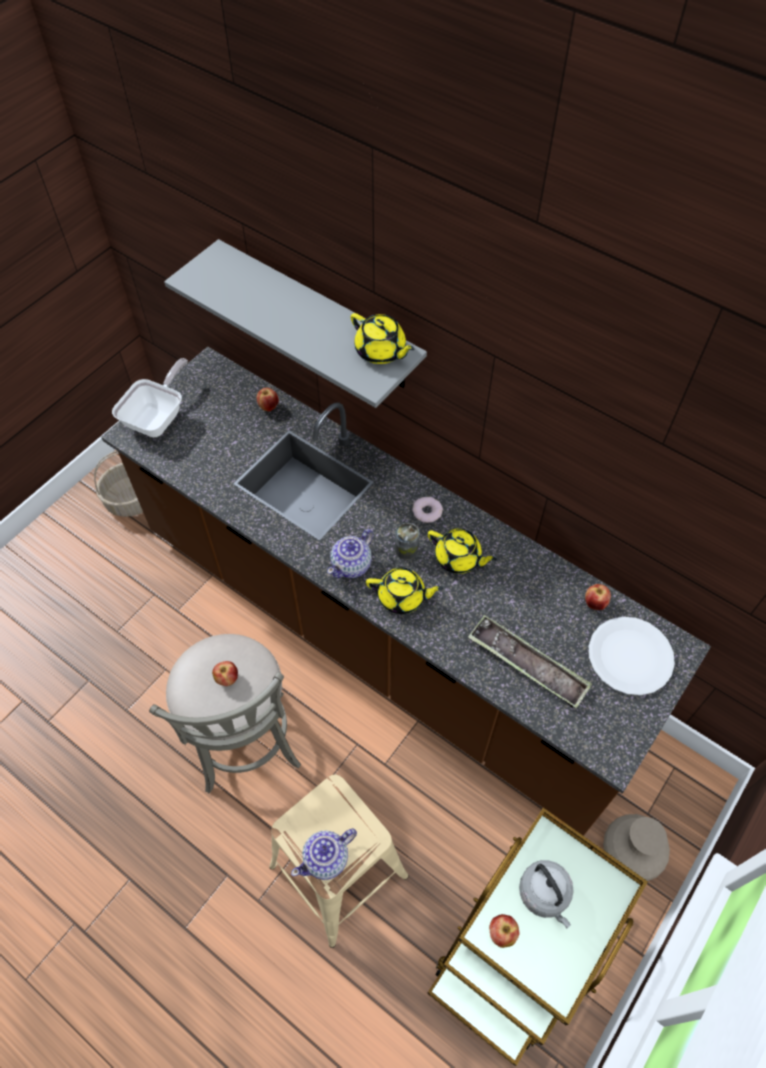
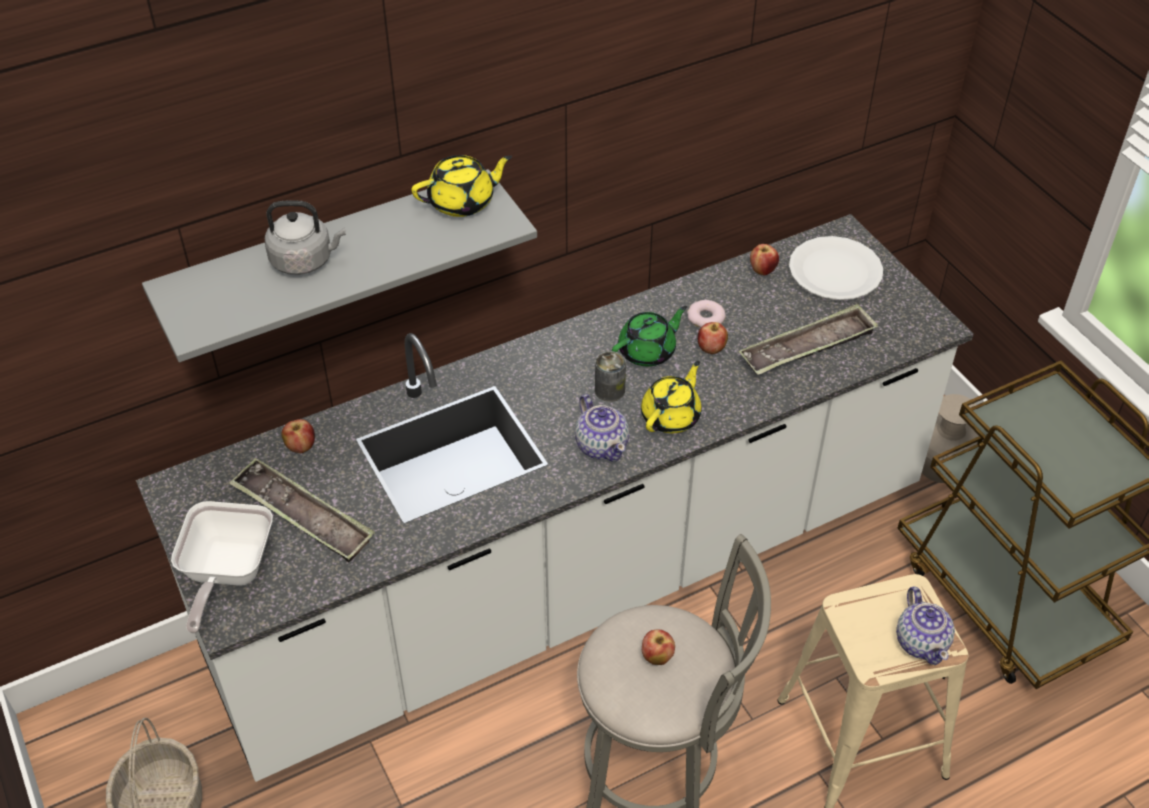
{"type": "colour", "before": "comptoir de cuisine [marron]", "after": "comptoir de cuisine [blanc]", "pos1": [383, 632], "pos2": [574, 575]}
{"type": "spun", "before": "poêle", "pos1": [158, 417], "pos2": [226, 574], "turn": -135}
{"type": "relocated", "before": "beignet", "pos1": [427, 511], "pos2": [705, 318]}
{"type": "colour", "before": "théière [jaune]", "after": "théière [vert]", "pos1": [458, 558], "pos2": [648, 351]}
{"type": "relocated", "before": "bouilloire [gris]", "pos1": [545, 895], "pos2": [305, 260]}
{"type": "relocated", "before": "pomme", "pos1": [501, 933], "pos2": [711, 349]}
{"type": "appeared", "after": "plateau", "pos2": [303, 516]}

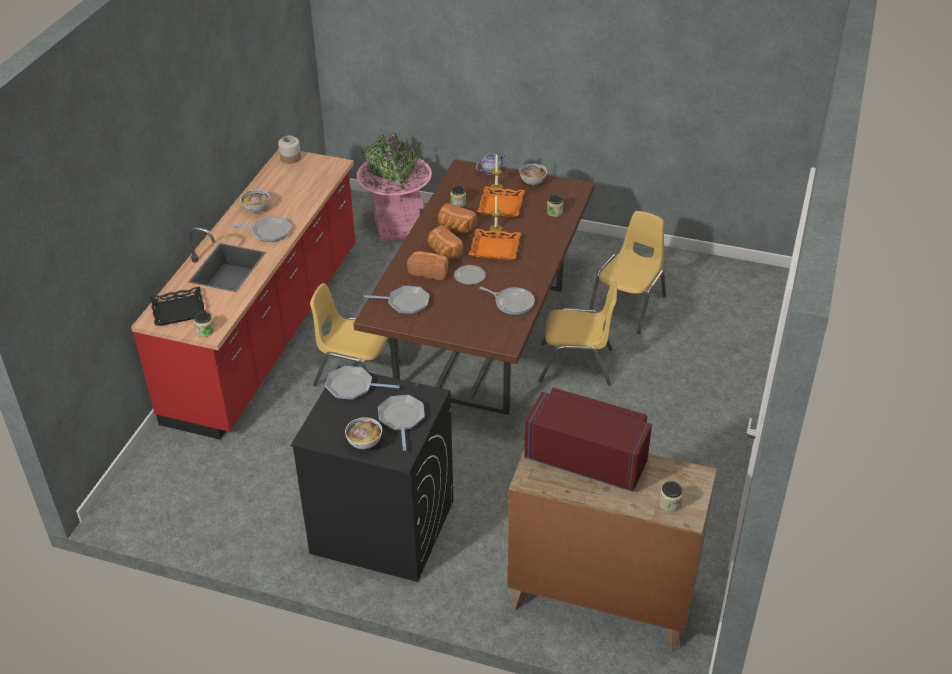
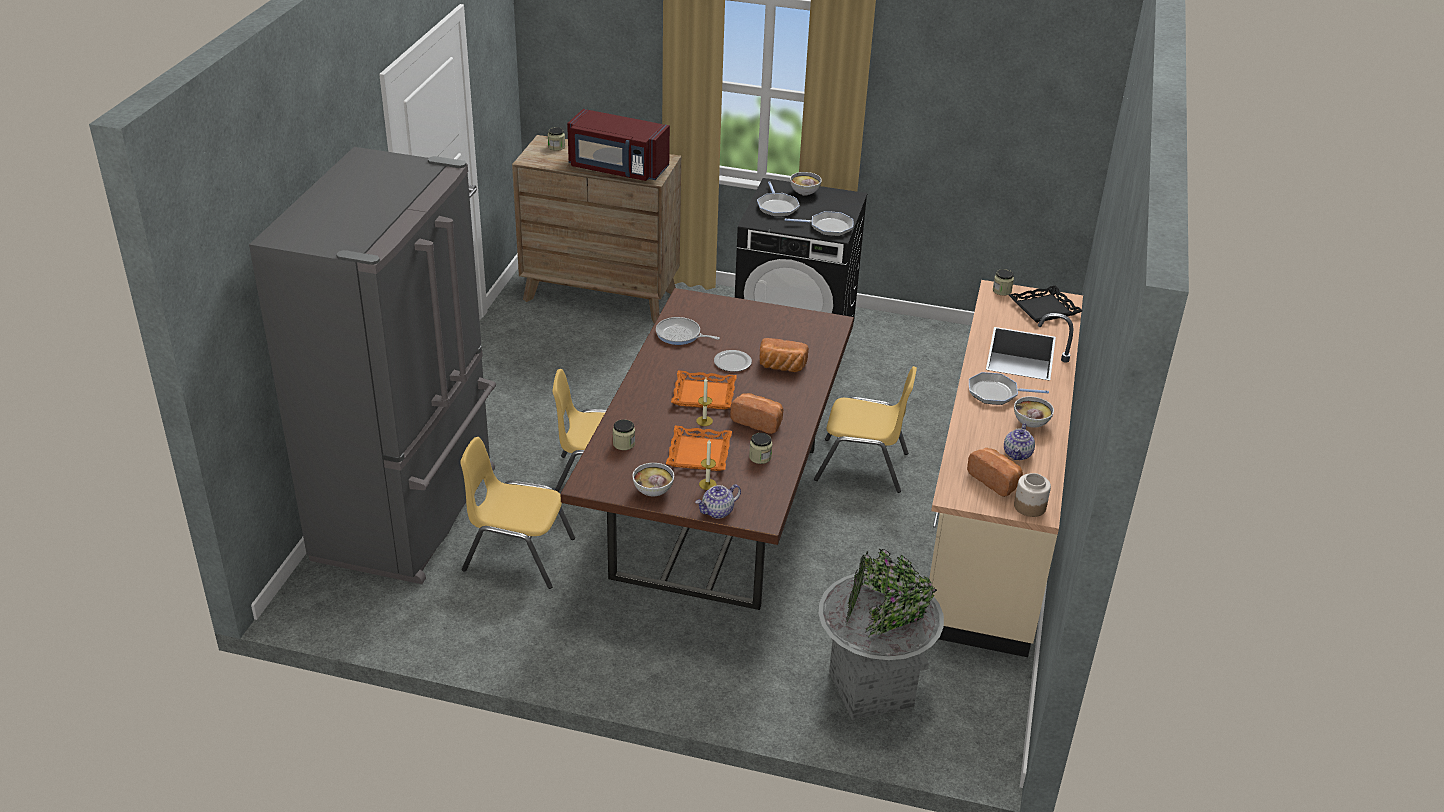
{"type": "colour", "before": "cache-pot [rose]", "after": "cache-pot [gris]", "pos1": [397, 227], "pos2": [870, 689]}
{"type": "colour", "before": "comptoir de cuisine [rouge]", "after": "comptoir de cuisine [beige]", "pos1": [267, 332], "pos2": [992, 514]}
{"type": "spun", "before": "chaise [jaune]", "pos1": [628, 306], "pos2": [518, 555], "turn": 75}
{"type": "relocated", "before": "pain", "pos1": [443, 252], "pos2": [995, 480]}
{"type": "missing", "before": "poêle", "pos1": [406, 303]}
{"type": "appeared", "after": "réfrigérateur [gris]", "pos2": [410, 513]}
{"type": "appeared", "after": "théière", "pos2": [1018, 454]}

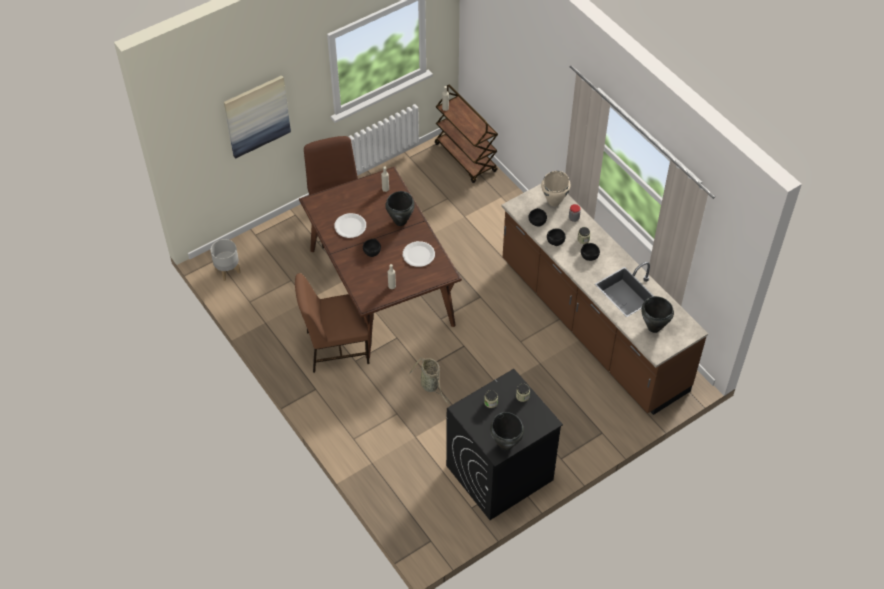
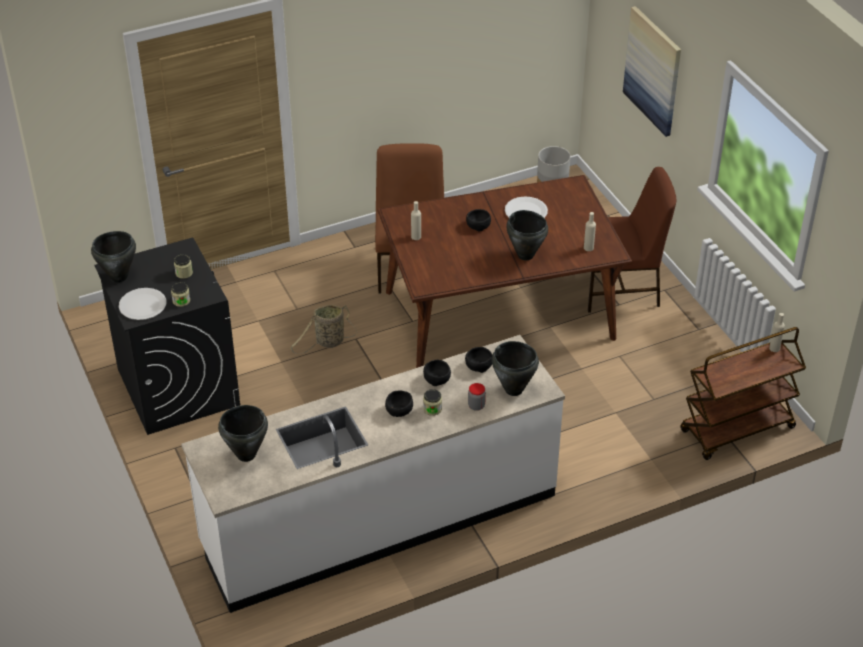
{"type": "colour", "before": "marmite [beige]", "after": "marmite [noir]", "pos1": [554, 202], "pos2": [514, 390]}
{"type": "colour", "before": "comptoir de cuisine [marron]", "after": "comptoir de cuisine [blanc]", "pos1": [591, 326], "pos2": [379, 520]}
{"type": "relocated", "before": "assiette [blanc]", "pos1": [418, 255], "pos2": [142, 305]}

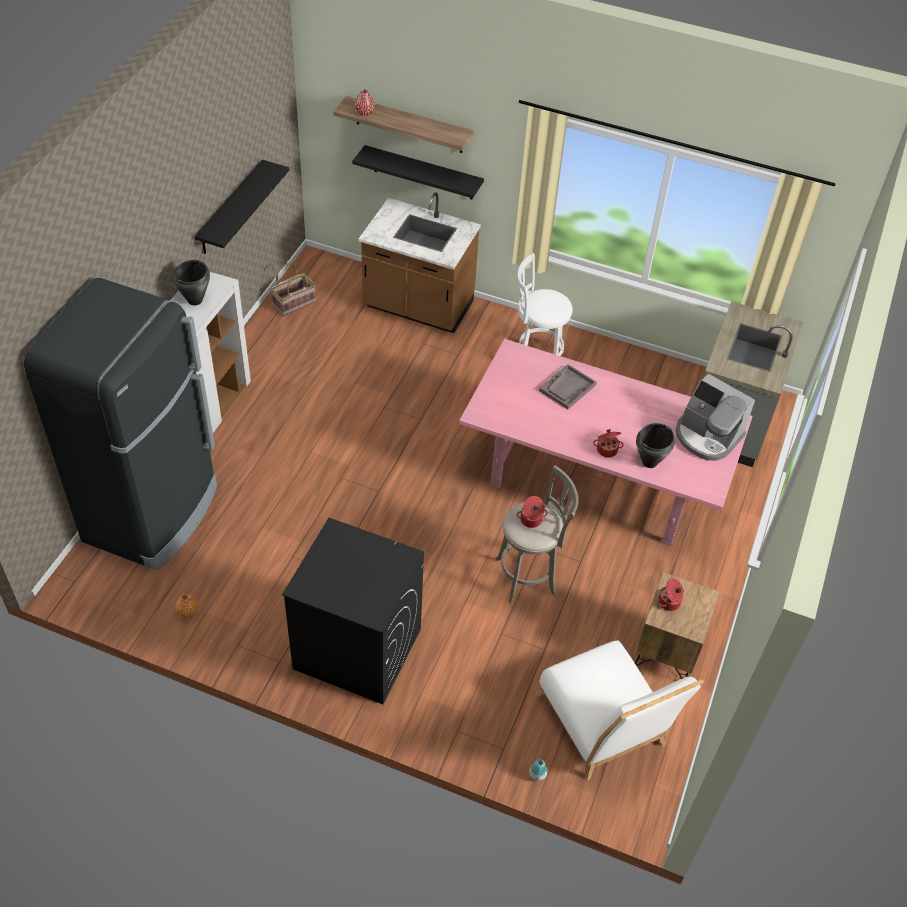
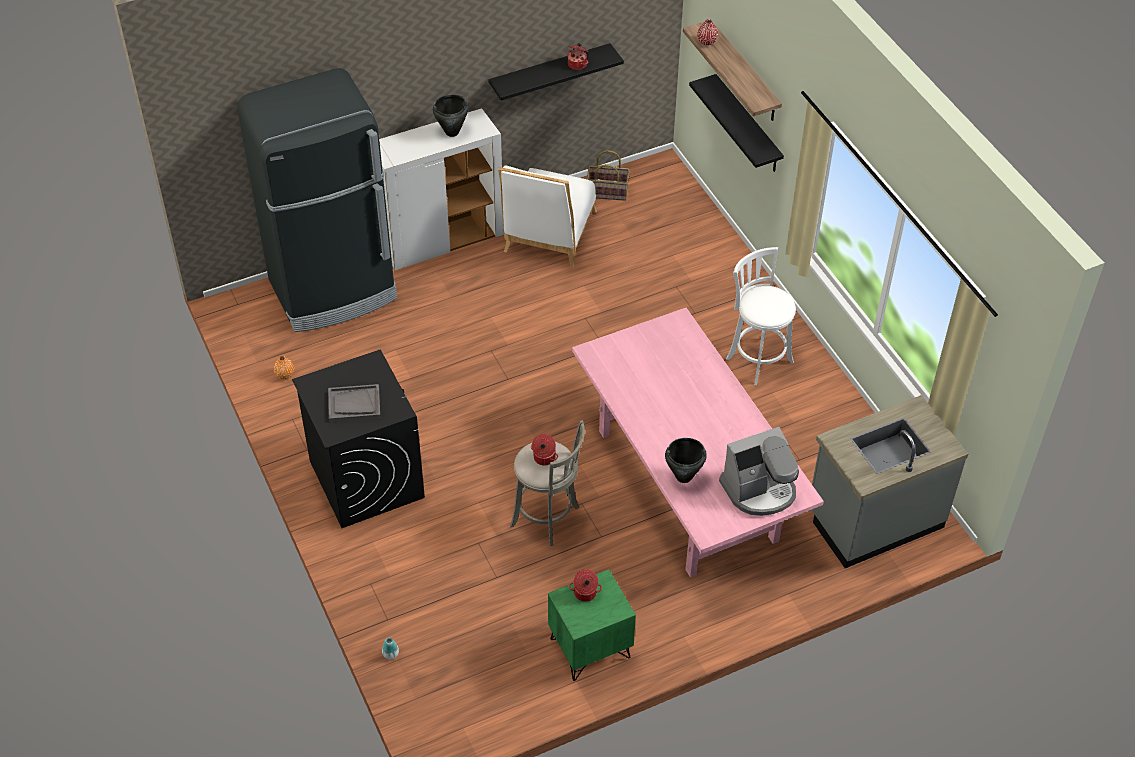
{"type": "missing", "before": "comptoir de cuisine [marron]", "pos1": [418, 307]}
{"type": "relocated", "before": "plateau [gris]", "pos1": [567, 388], "pos2": [354, 404]}
{"type": "spun", "before": "machine à café", "pos1": [707, 436], "pos2": [759, 490], "turn": -105}
{"type": "relocated", "before": "marmite", "pos1": [607, 449], "pos2": [577, 64]}
{"type": "colour", "before": "table de chevet [marron]", "after": "table de chevet [vert]", "pos1": [668, 650], "pos2": [590, 649]}
{"type": "relocated", "before": "chaise [blanc]", "pos1": [604, 727], "pos2": [548, 236]}

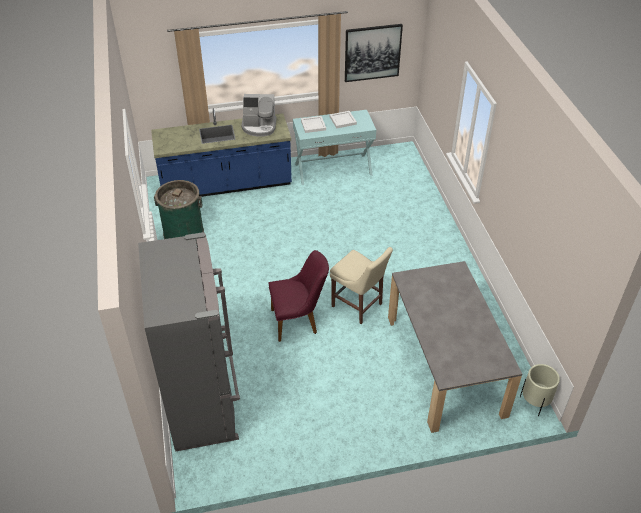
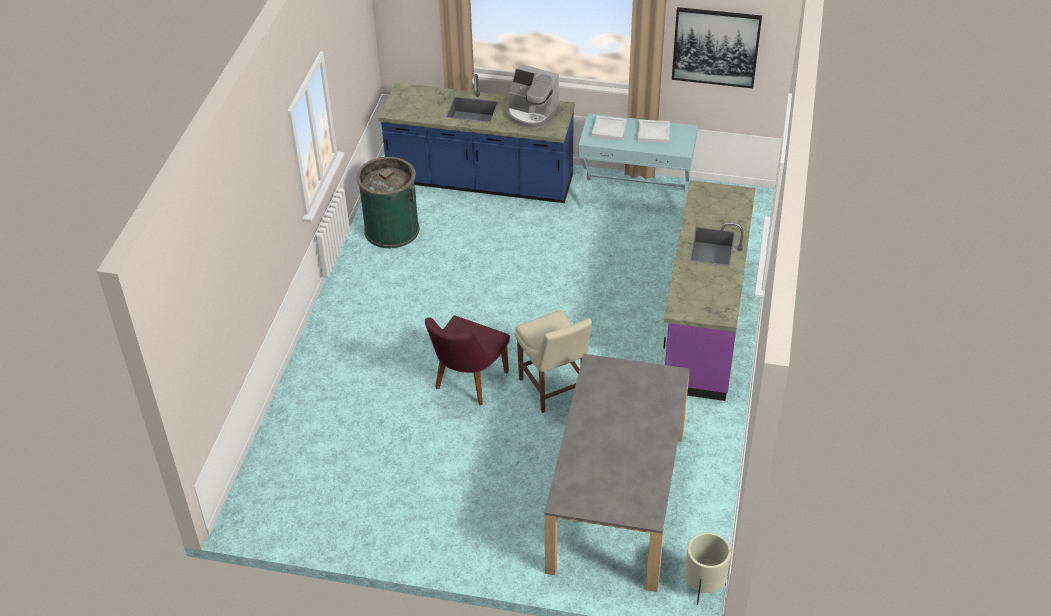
{"type": "missing", "before": "réfrigérateur [gris]", "pos1": [204, 404]}
{"type": "spun", "before": "chaise [violet]", "pos1": [299, 321], "pos2": [467, 384], "turn": 105}
{"type": "appeared", "after": "comptoir de cuisine [violet]", "pos2": [703, 323]}

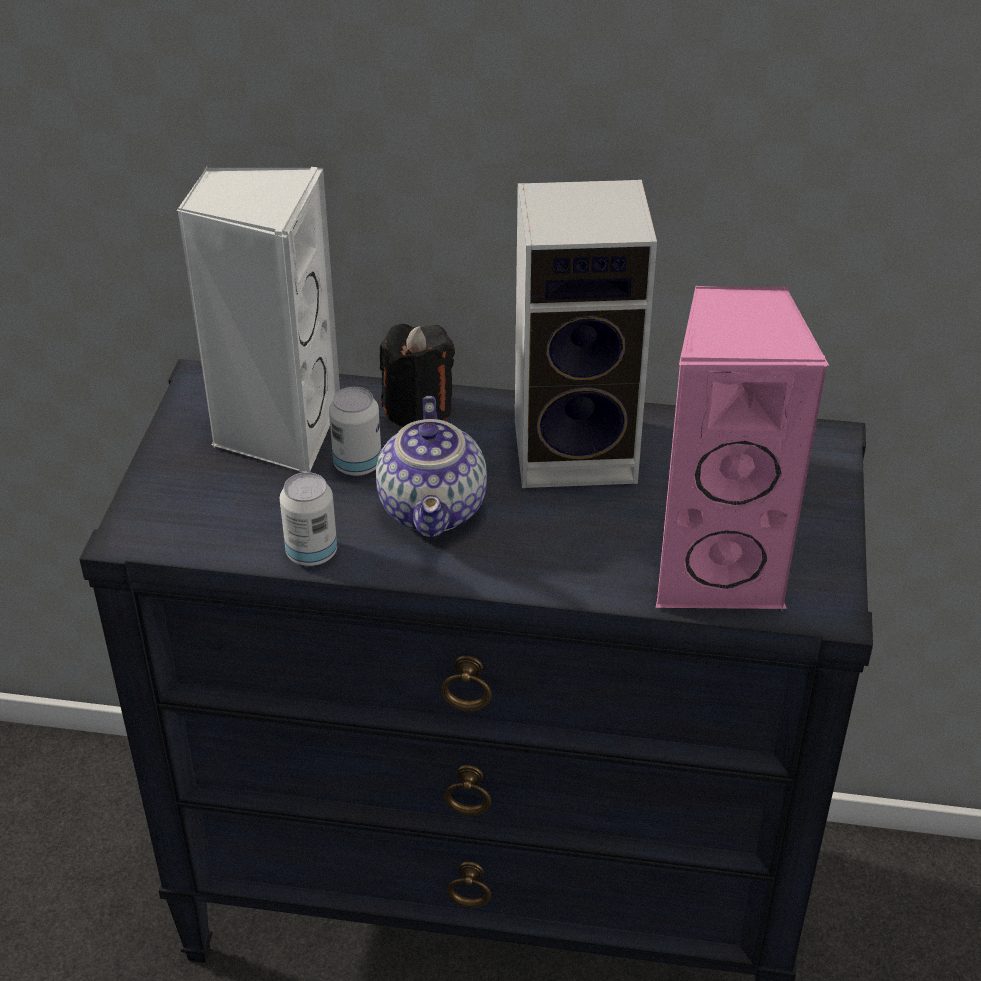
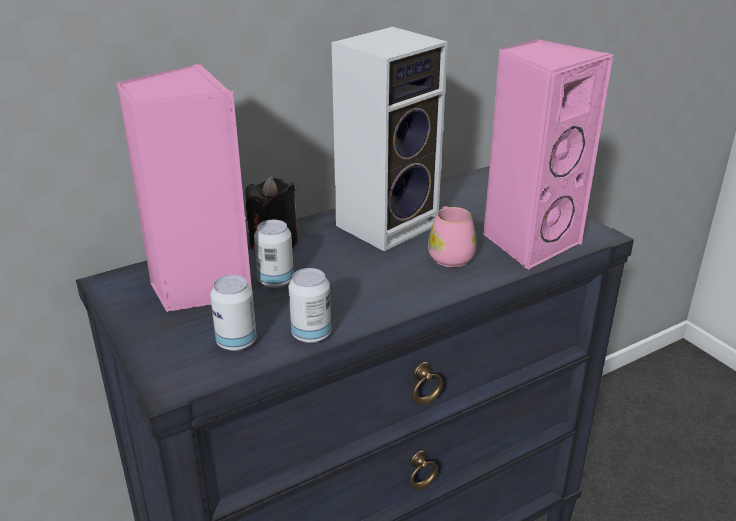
{"type": "colour", "before": "enceinte [blanc]", "after": "enceinte [rose]", "pos1": [277, 430], "pos2": [199, 286]}
{"type": "missing", "before": "théière", "pos1": [435, 510]}
{"type": "appeared", "after": "mug [rose]", "pos2": [449, 254]}
{"type": "appeared", "after": "boîte métallique", "pos2": [236, 342]}

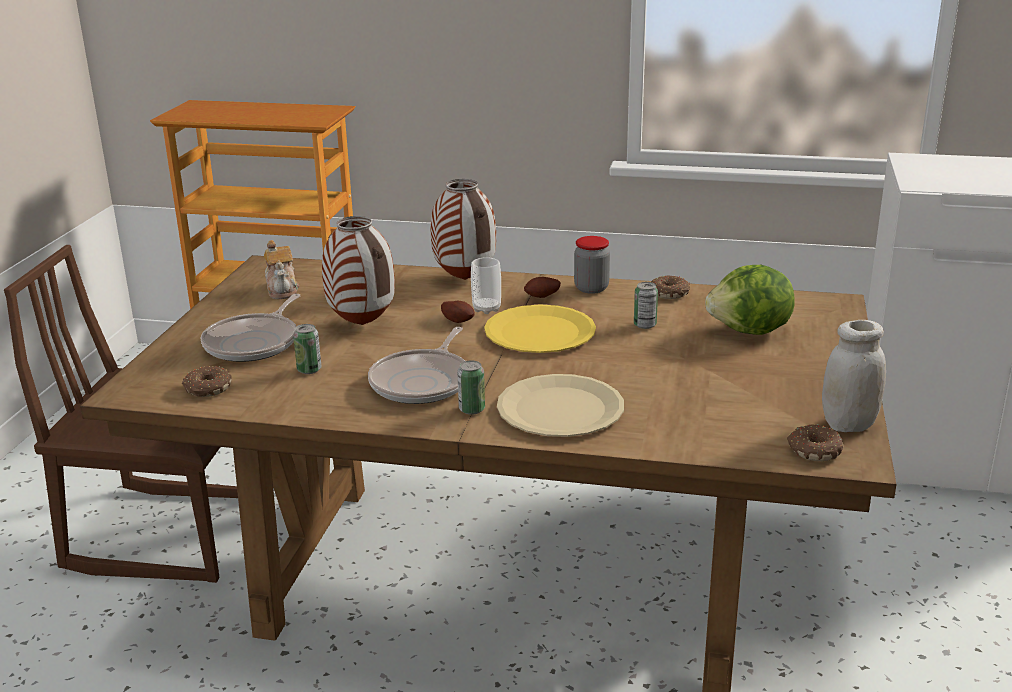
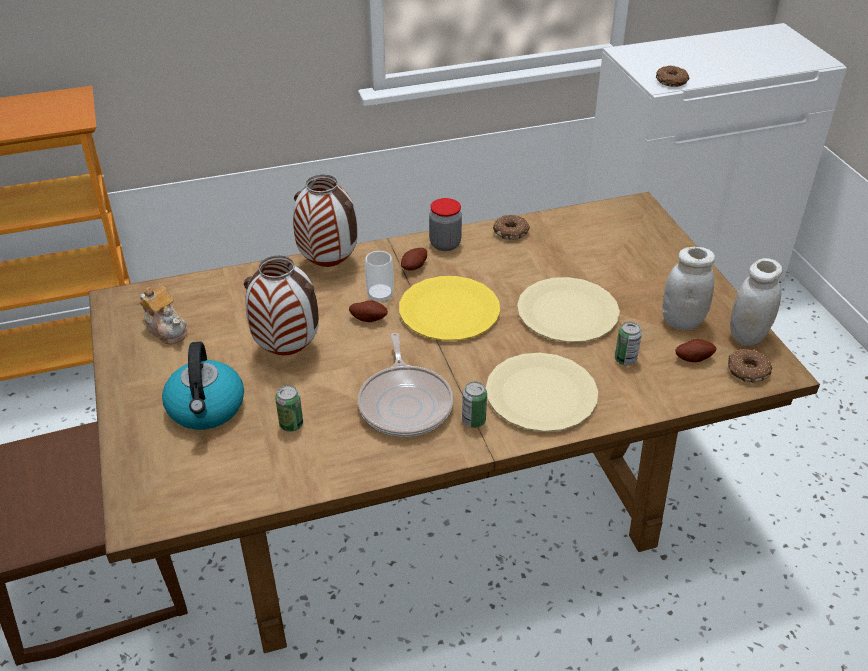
{"type": "missing", "before": "laitue", "pos1": [750, 332]}
{"type": "relocated", "before": "boîte métallique", "pos1": [645, 325], "pos2": [625, 359]}
{"type": "exchanged", "before": "poêle", "after": "bouilloire", "pos1": [255, 343], "pos2": [206, 408]}
{"type": "relocated", "before": "beignet", "pos1": [207, 389], "pos2": [671, 82]}
{"type": "appeared", "after": "bocal [blanc]", "pos2": [682, 321]}
{"type": "appeared", "after": "assiette [beige]", "pos2": [567, 312]}
{"type": "appeared", "after": "pomme de terre", "pos2": [693, 358]}

